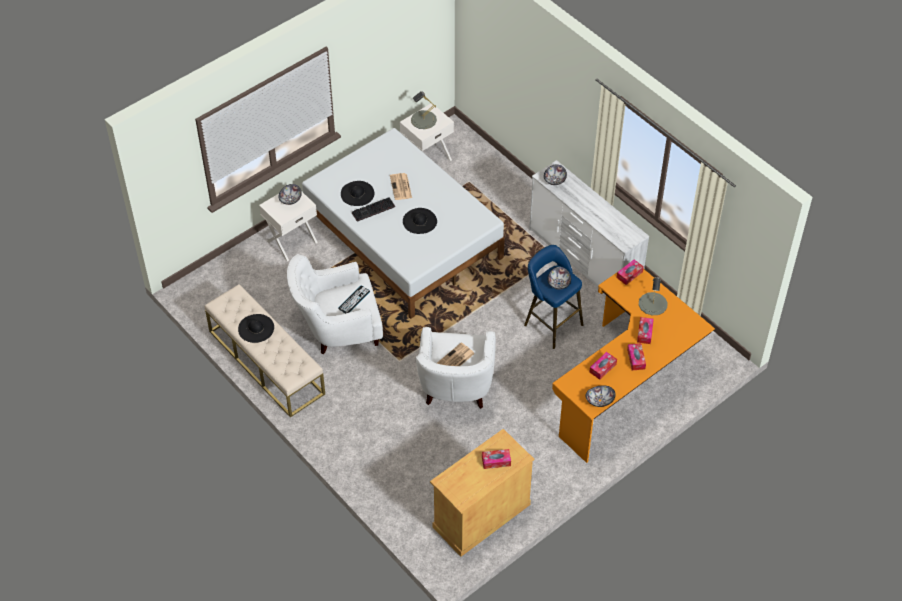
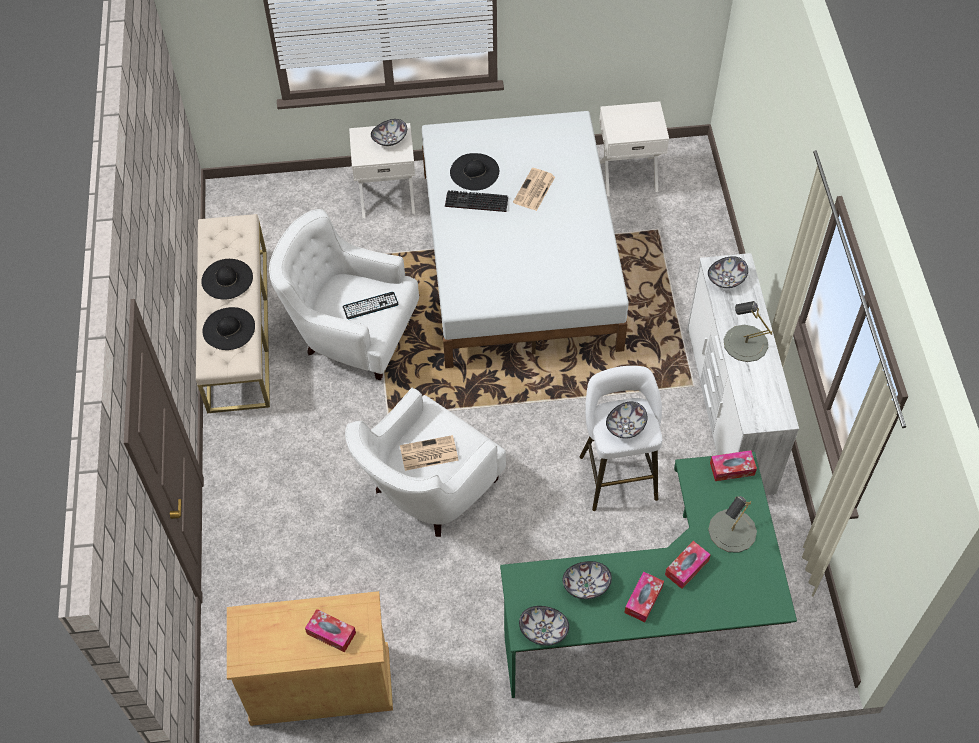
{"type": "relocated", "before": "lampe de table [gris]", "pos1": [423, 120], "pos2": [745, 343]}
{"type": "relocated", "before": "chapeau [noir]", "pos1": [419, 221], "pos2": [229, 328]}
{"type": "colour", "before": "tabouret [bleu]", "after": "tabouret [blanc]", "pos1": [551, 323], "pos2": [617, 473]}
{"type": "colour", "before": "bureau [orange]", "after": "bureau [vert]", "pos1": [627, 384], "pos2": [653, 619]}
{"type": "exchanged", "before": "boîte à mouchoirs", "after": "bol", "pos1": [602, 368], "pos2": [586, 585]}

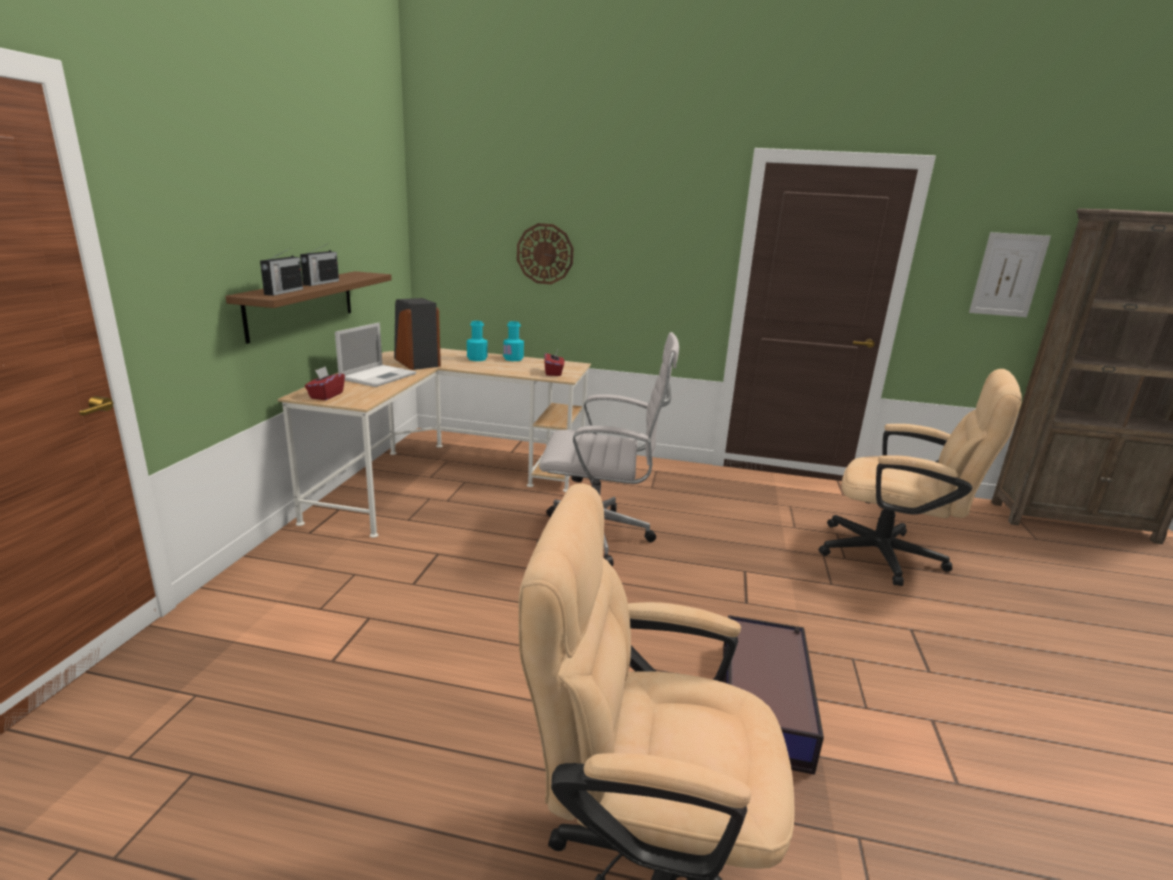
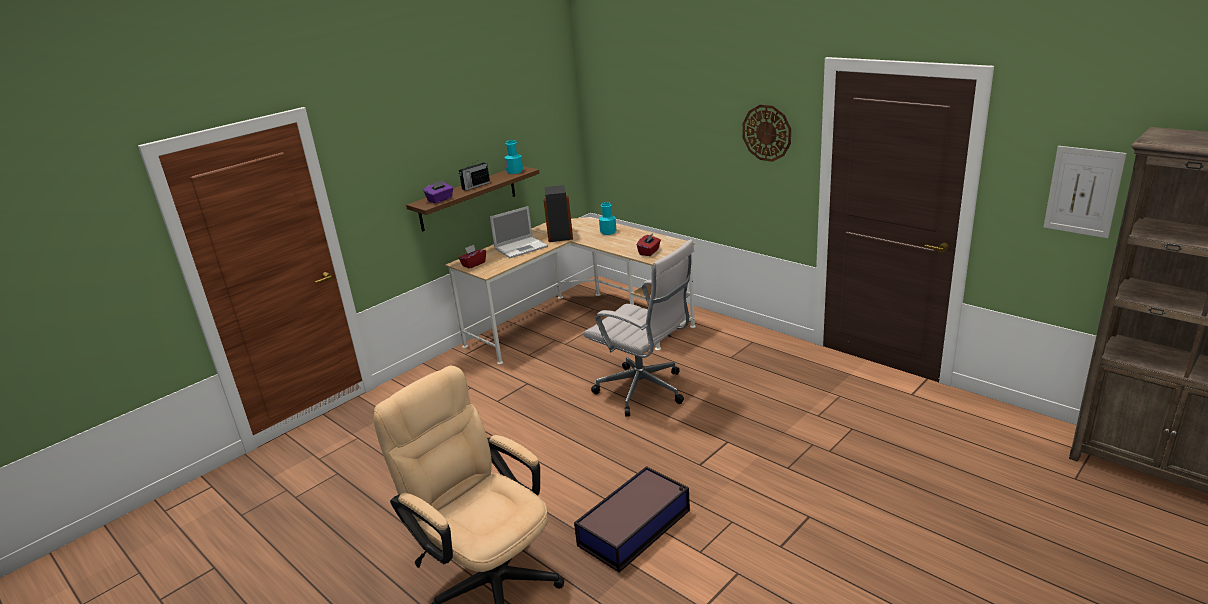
{"type": "relocated", "before": "horloge murale", "pos1": [545, 254], "pos2": [767, 133]}
{"type": "exchanged", "before": "radio", "after": "boîte à mouchoirs [violet]", "pos1": [283, 292], "pos2": [440, 199]}
{"type": "relocated", "before": "bouteille [turquoise]", "pos1": [513, 359], "pos2": [515, 171]}
{"type": "missing", "before": "chaise de bureau [beige]", "pos1": [893, 557]}

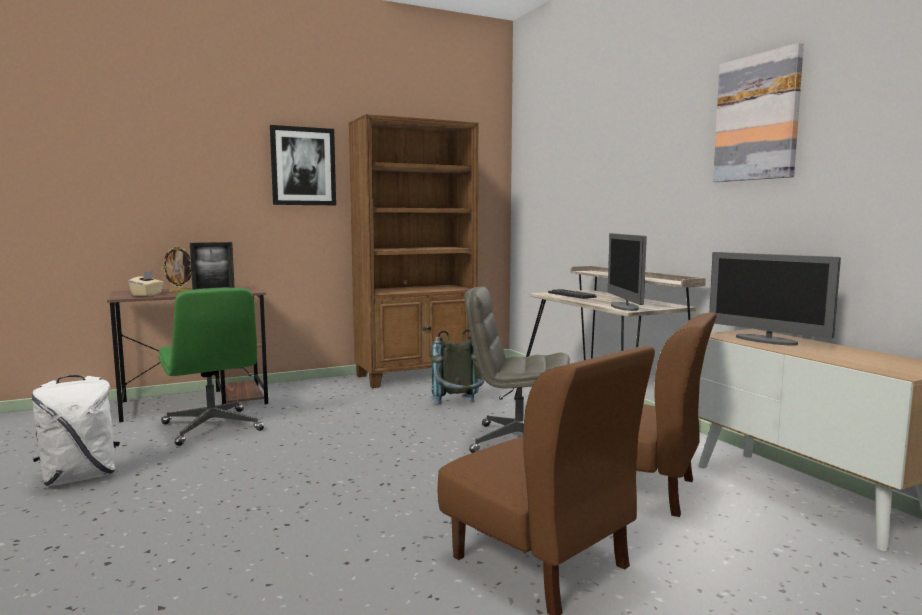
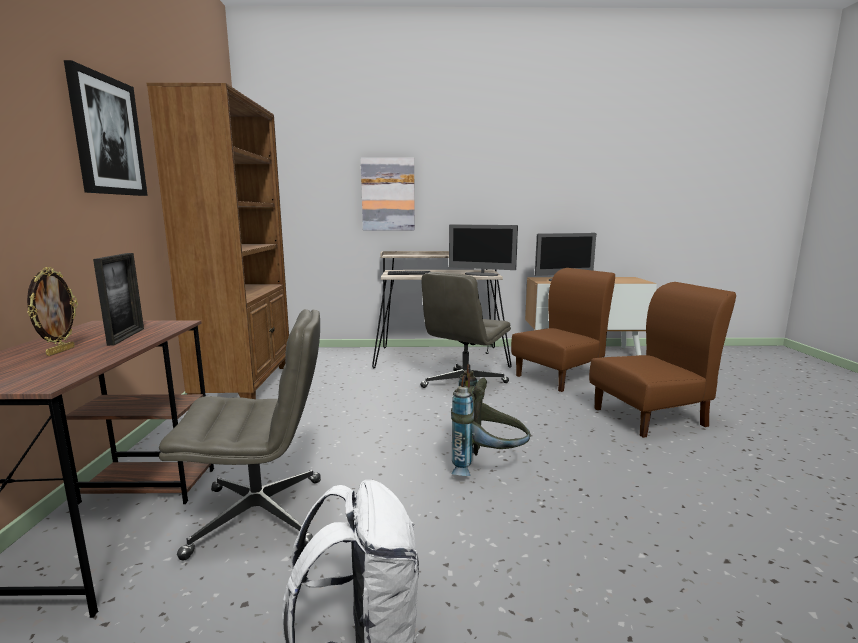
{"type": "relocated", "before": "tableau", "pos1": [757, 118], "pos2": [388, 194]}
{"type": "missing", "before": "boîte à mouchoirs [beige]", "pos1": [147, 295]}
{"type": "colour", "before": "chaise de bureau [vert]", "after": "chaise de bureau [gris]", "pos1": [212, 427], "pos2": [261, 515]}
{"type": "relocated", "before": "sac à dos [gris]", "pos1": [459, 407], "pos2": [487, 466]}

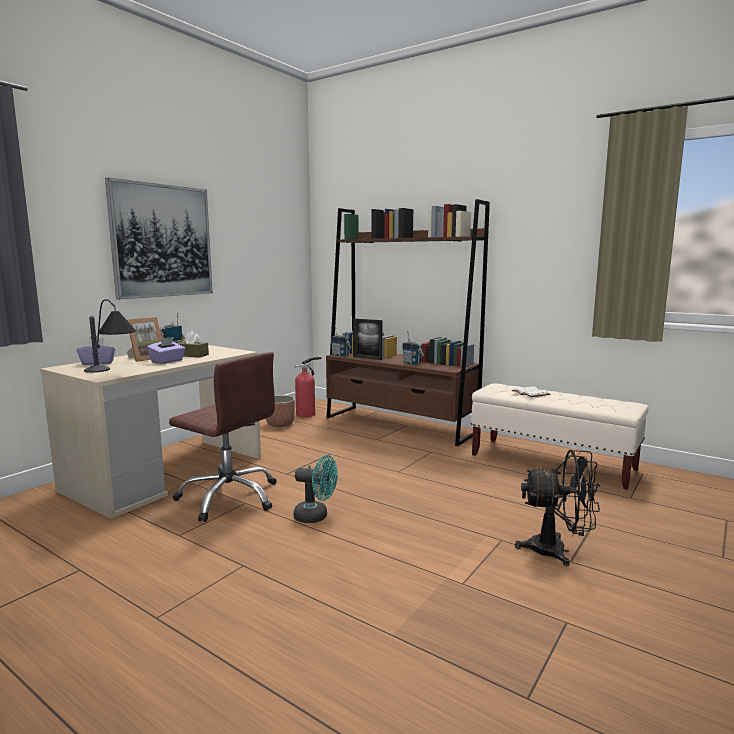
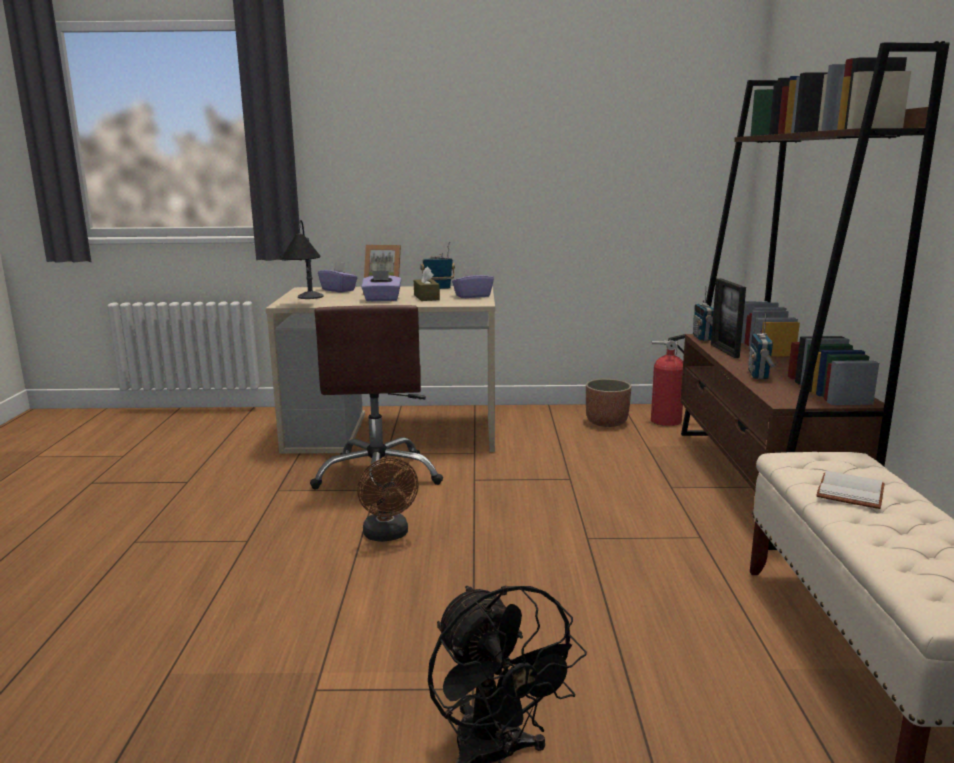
{"type": "missing", "before": "tableau", "pos1": [162, 241]}
{"type": "colour", "before": "ventilateur [turquoise]", "after": "ventilateur [marron]", "pos1": [316, 516], "pos2": [388, 535]}
{"type": "appeared", "after": "boîte à mouchoirs [violet]", "pos2": [472, 296]}

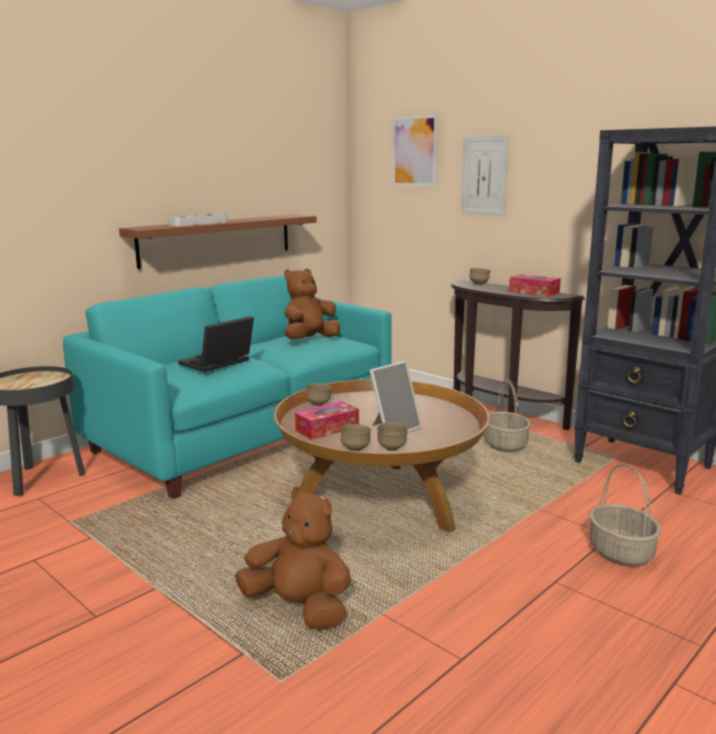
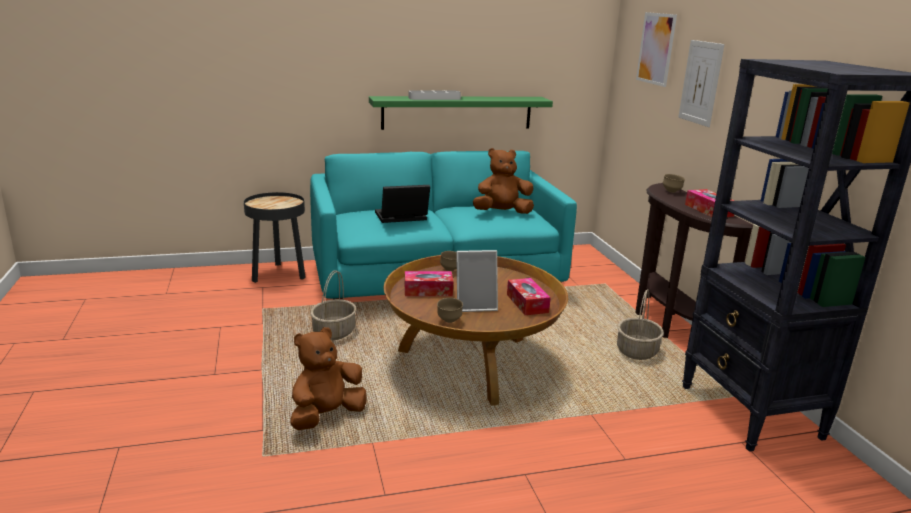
{"type": "colour", "before": "étagère [marron]", "after": "étagère [vert]", "pos1": [217, 239], "pos2": [457, 112]}
{"type": "missing", "before": "bol [marron]", "pos1": [355, 450]}
{"type": "relocated", "before": "panier", "pos1": [620, 552], "pos2": [334, 332]}
{"type": "spun", "before": "peluche [marron]", "pos1": [299, 608], "pos2": [326, 416], "turn": -105}
{"type": "appeared", "after": "boîte à mouchoirs", "pos2": [527, 303]}

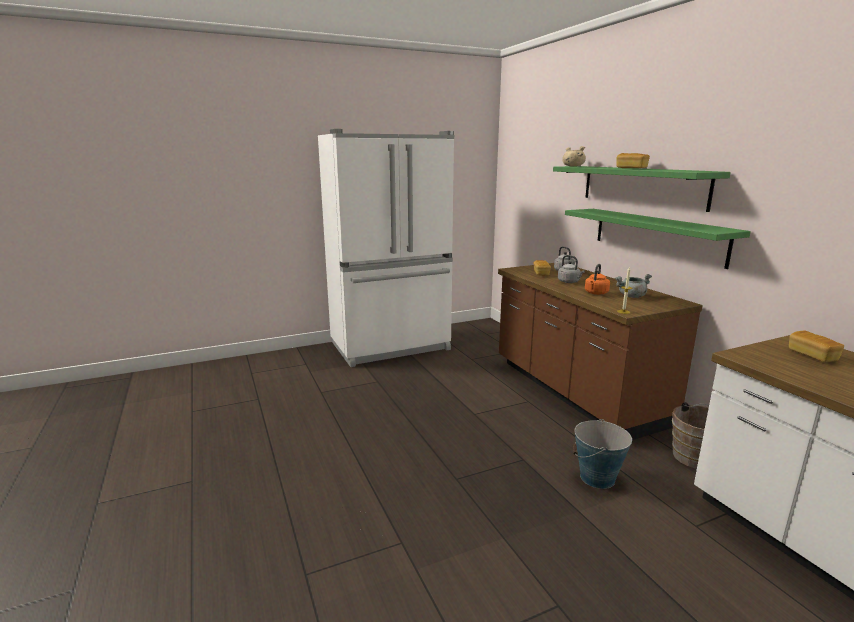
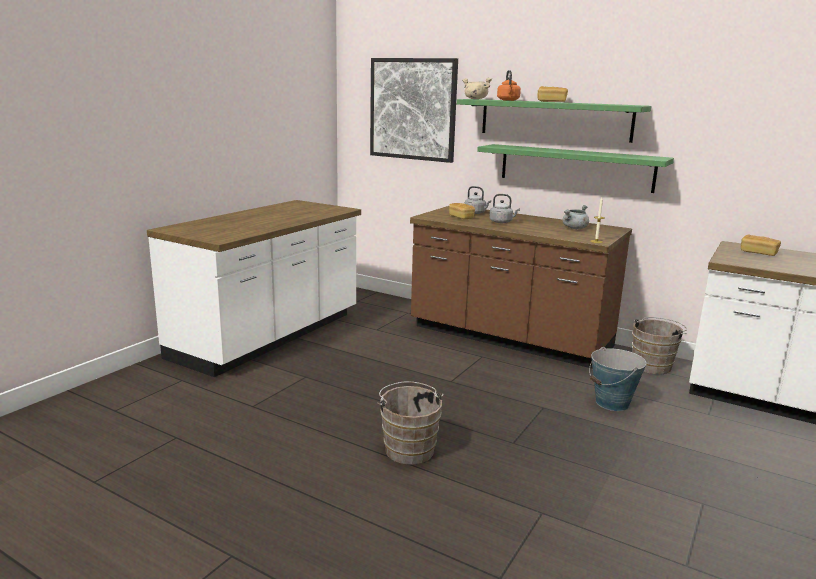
{"type": "exchanged", "before": "réfrigérateur [blanc]", "after": "comptoir de cuisine [blanc]", "pos1": [392, 347], "pos2": [269, 336]}
{"type": "relocated", "before": "bouilloire [orange]", "pos1": [596, 293], "pos2": [508, 100]}
{"type": "appeared", "after": "tableau", "pos2": [412, 109]}
{"type": "appeared", "after": "seau [marron]", "pos2": [408, 448]}

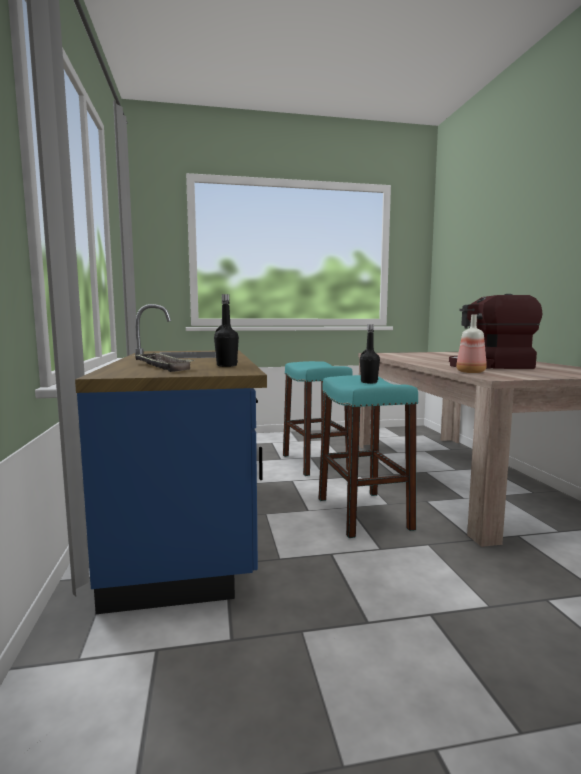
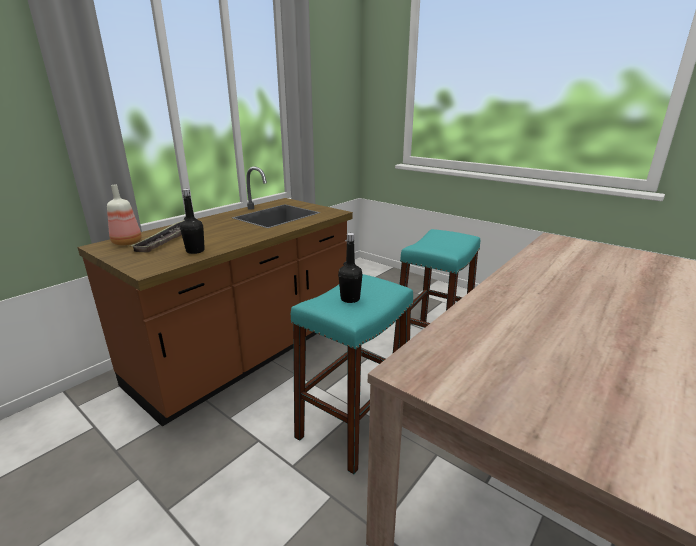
{"type": "missing", "before": "machine à café", "pos1": [490, 366]}
{"type": "colour", "before": "comptoir de cuisine [bleu]", "after": "comptoir de cuisine [marron]", "pos1": [190, 523], "pos2": [247, 353]}
{"type": "relocated", "before": "bouteille", "pos1": [471, 372], "pos2": [128, 242]}

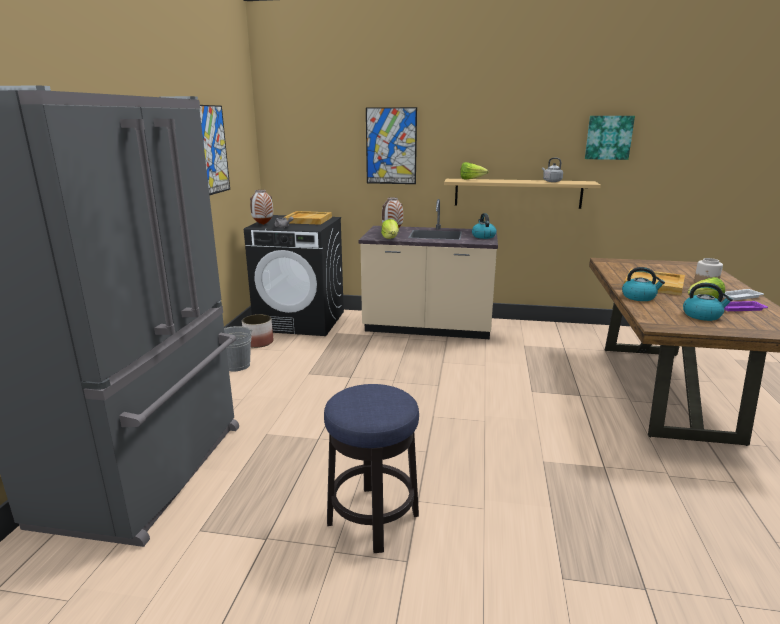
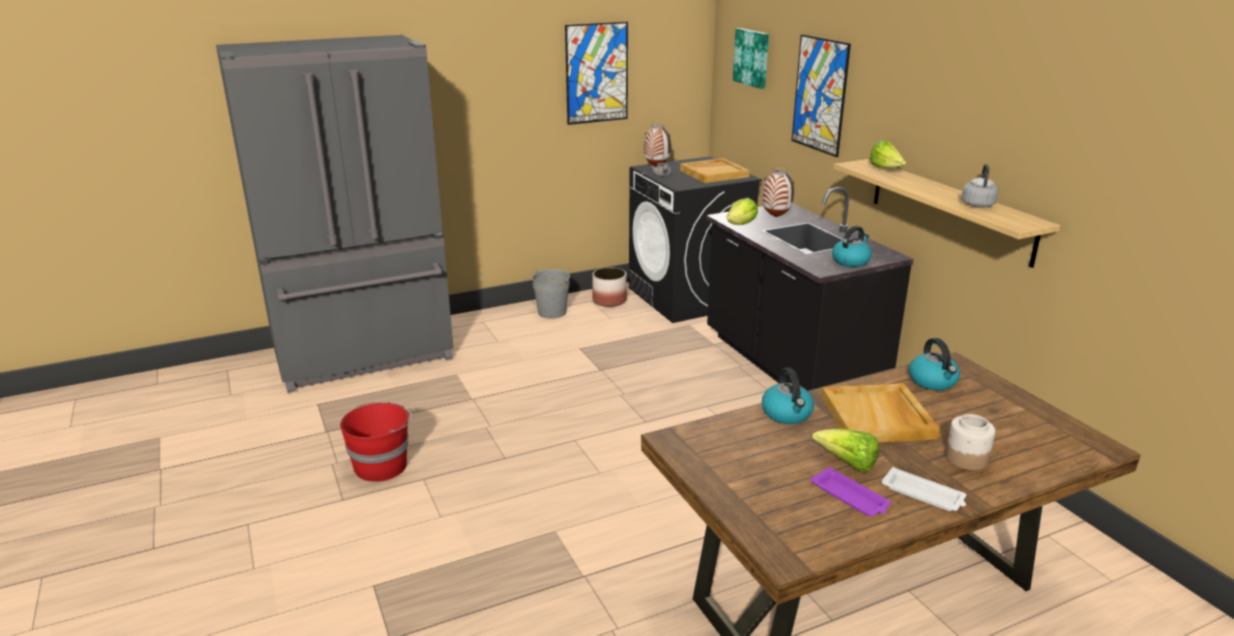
{"type": "relocated", "before": "tableau", "pos1": [608, 137], "pos2": [752, 57]}
{"type": "colour", "before": "comptoir de cuisine [beige]", "after": "comptoir de cuisine [noir]", "pos1": [428, 327], "pos2": [790, 366]}
{"type": "relocated", "before": "bouilloire", "pos1": [702, 315], "pos2": [933, 382]}
{"type": "exchanged", "before": "tabouret", "after": "seau [rouge]", "pos1": [372, 519], "pos2": [382, 466]}

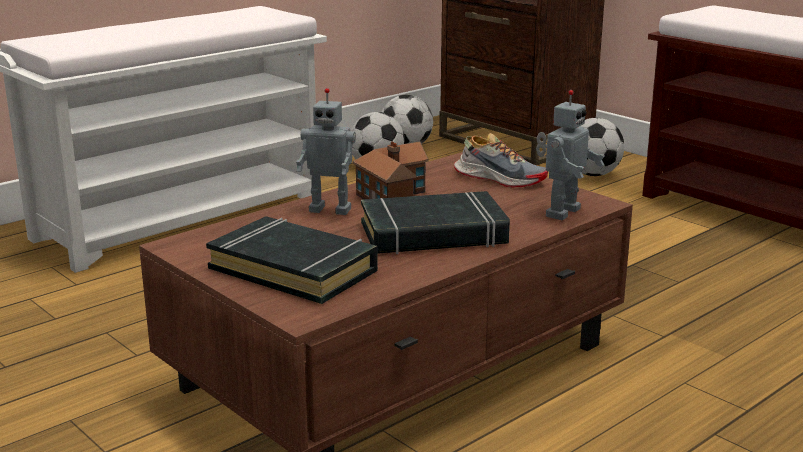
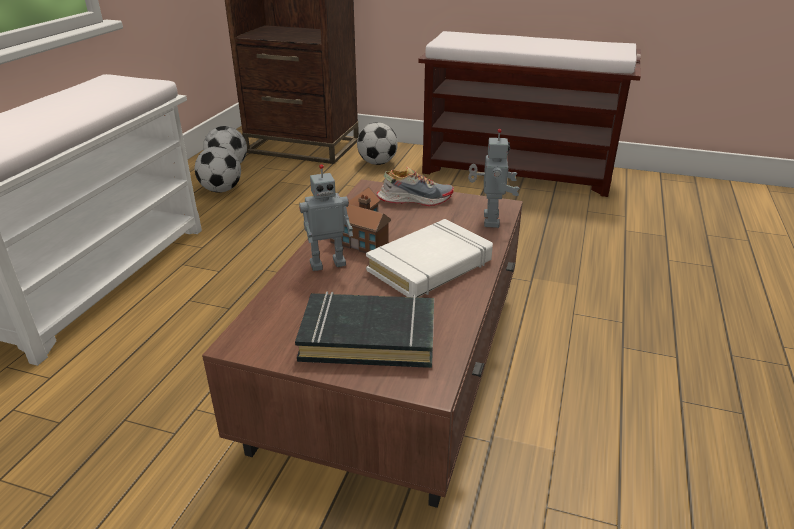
{"type": "colour", "before": "livre [noir]", "after": "livre [blanc]", "pos1": [433, 234], "pos2": [430, 266]}

